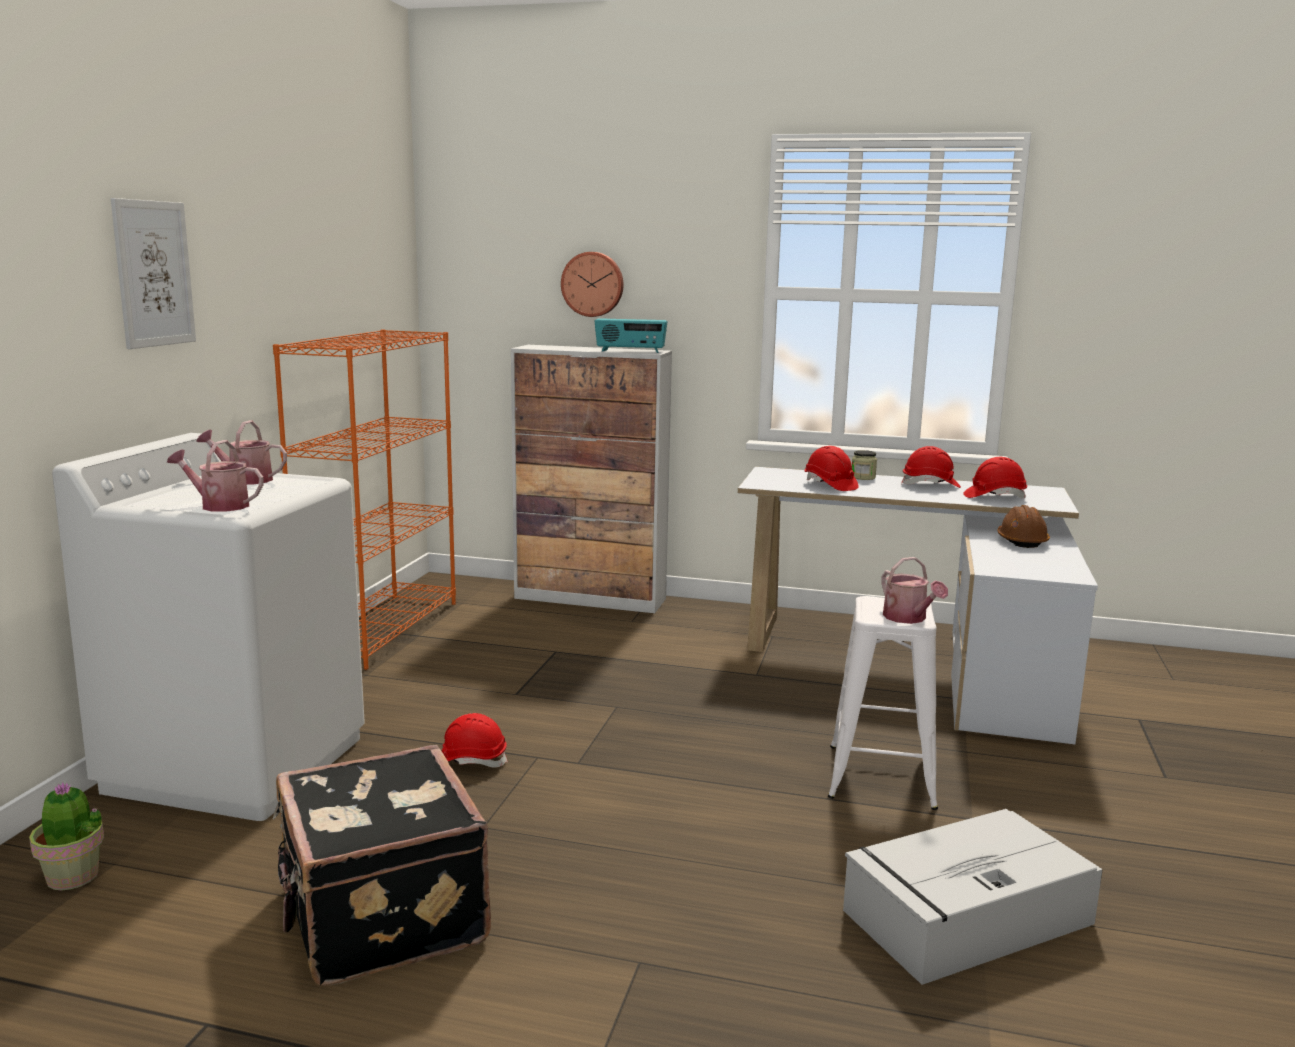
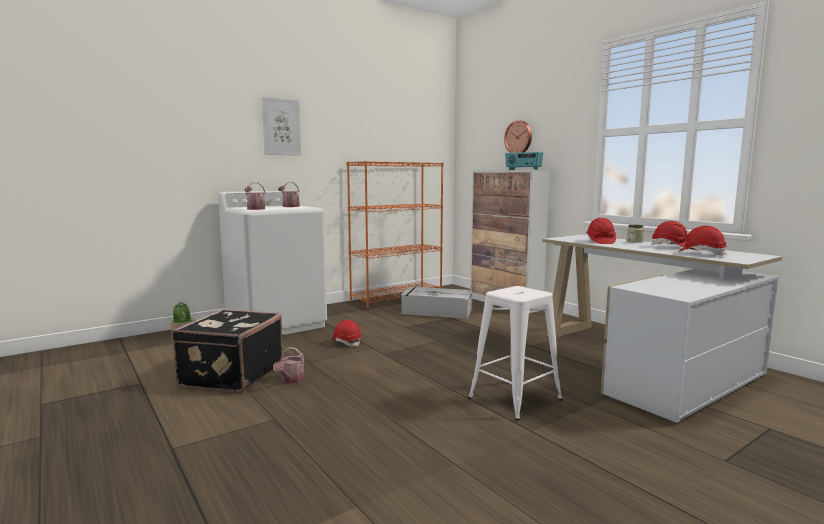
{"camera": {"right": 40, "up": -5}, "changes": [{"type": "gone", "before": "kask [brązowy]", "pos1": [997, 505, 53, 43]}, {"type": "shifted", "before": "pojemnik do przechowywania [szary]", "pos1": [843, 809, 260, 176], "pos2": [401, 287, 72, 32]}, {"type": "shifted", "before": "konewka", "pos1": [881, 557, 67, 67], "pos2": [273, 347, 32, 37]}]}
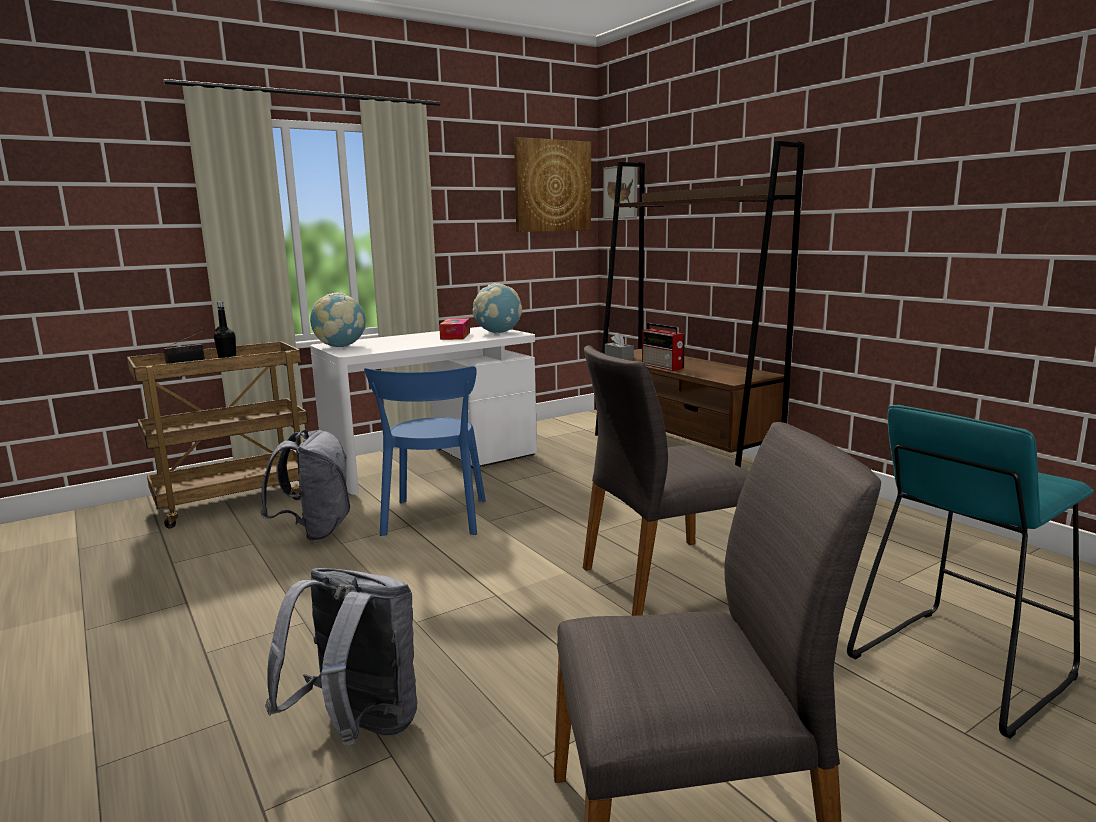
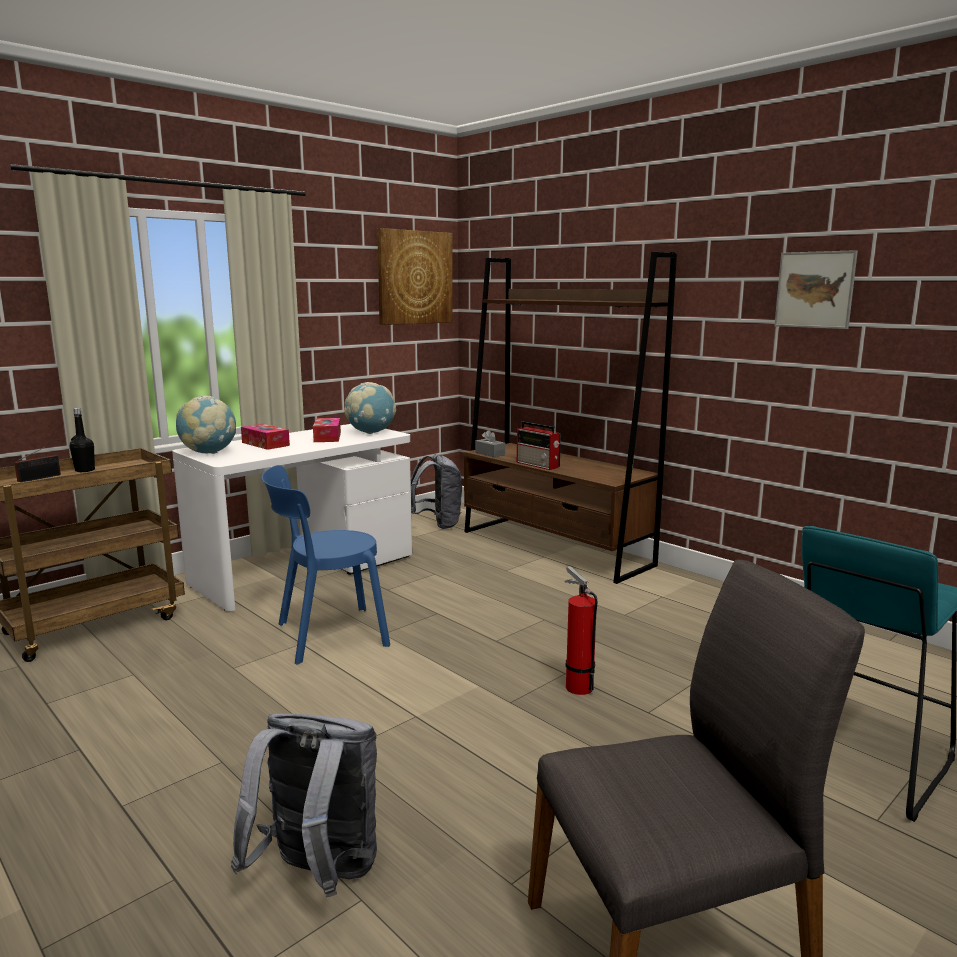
{"camera": {"right": -10, "up": 0}, "changes": [{"type": "new", "after": "pudełko chusteczek", "pos2": [241, 424, 49, 26]}, {"type": "shifted", "before": "plecak [szary]", "pos1": [261, 430, 89, 111], "pos2": [411, 454, 51, 75]}, {"type": "shifted", "before": "obraz", "pos1": [603, 166, 35, 53], "pos2": [774, 250, 84, 79]}, {"type": "swapped", "before": "krzesło [szary]", "after": "gaśnica", "pos1": [583, 345, 166, 271], "pos2": [565, 566, 32, 129]}, {"type": "rotated", "before": "krzesło [niebieski]", "pos1": [364, 366, 122, 170], "pos2": [261, 465, 129, 200], "turn": 75}]}
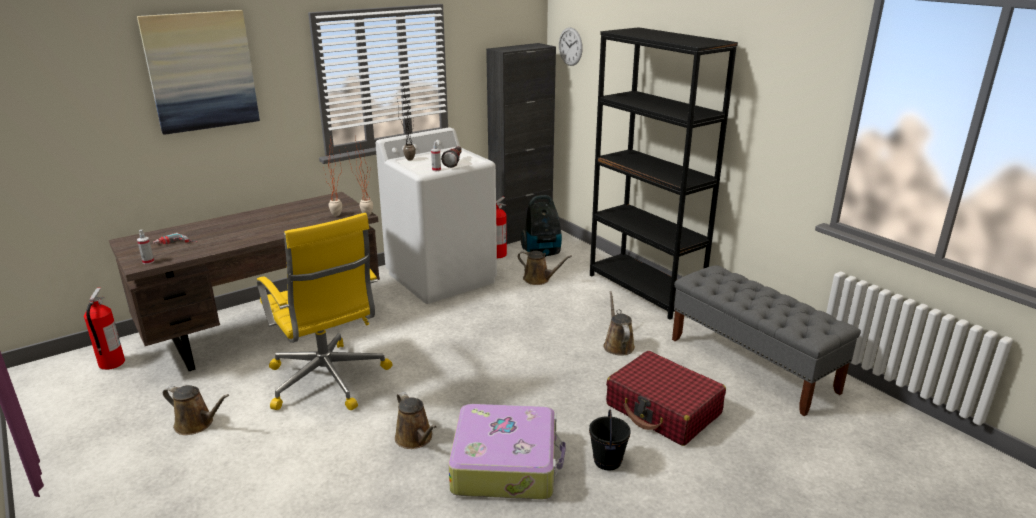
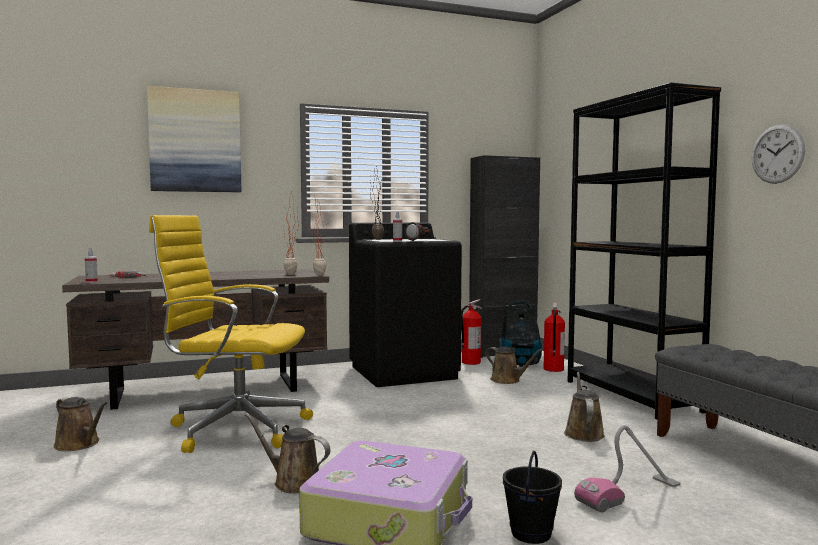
{"camera": {"right": 15, "up": -20}, "changes": [{"type": "shifted", "before": "gaśnica", "pos1": [84, 288, 41, 82], "pos2": [544, 302, 21, 70]}, {"type": "shifted", "before": "zegar ścienny", "pos1": [559, 27, 24, 39], "pos2": [752, 124, 53, 60]}, {"type": "swapped", "before": "walizka [czerwony]", "after": "odkurzacz", "pos1": [606, 351, 120, 95], "pos2": [574, 425, 106, 88]}, {"type": "repainted", "before": "pralka [biały]", "after": "pralka [czarny]", "pos1": [376, 127, 121, 177], "pos2": [349, 223, 113, 164]}, {"type": "rotated", "before": "krzesło biurowe [żółty]", "pos1": [257, 213, 136, 197], "pos2": [149, 215, 164, 238], "turn": 120}, {"type": "rotated", "before": "konewka [brązowy]", "pos1": [395, 392, 41, 57], "pos2": [245, 413, 86, 80], "turn": 135}]}
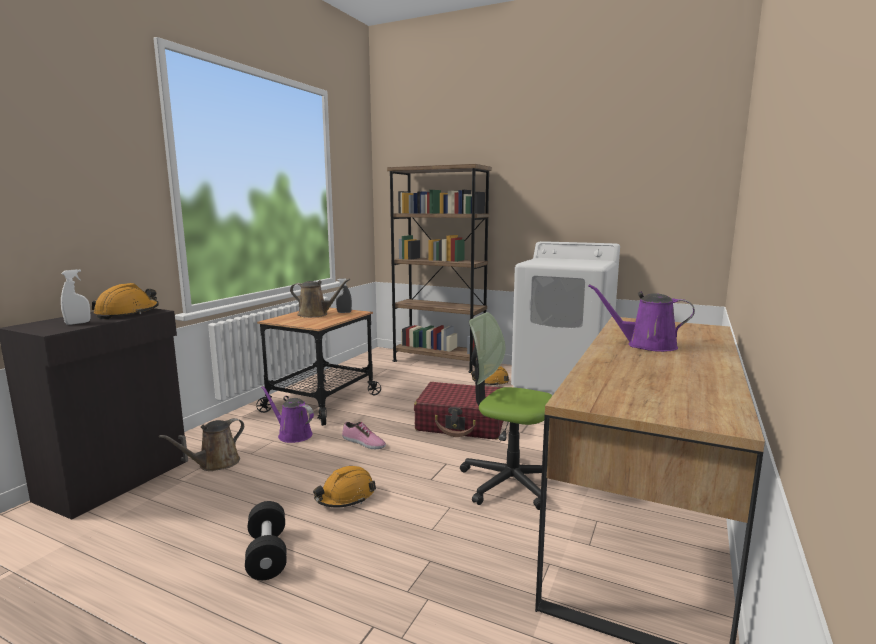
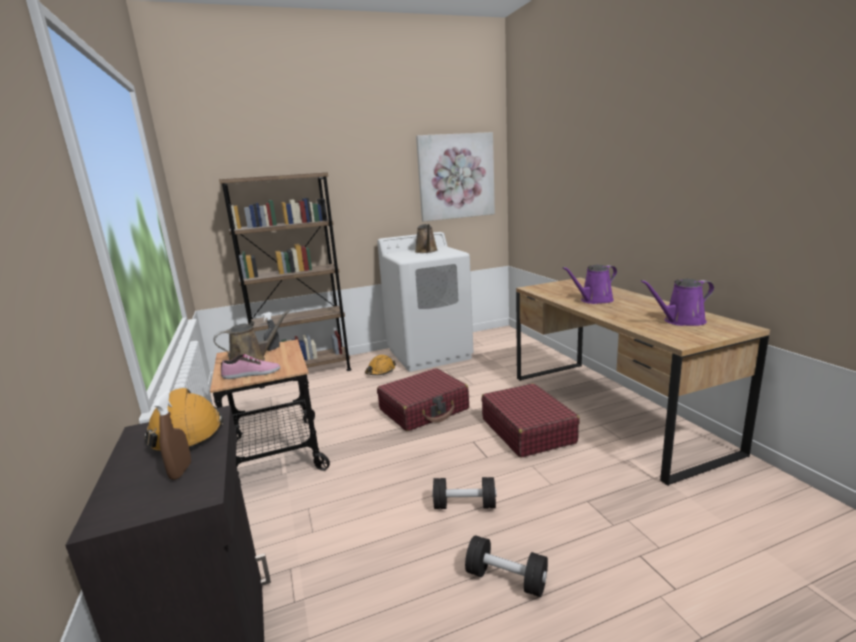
{"camera": {"right": -45, "up": 5}, "changes": [{"type": "new", "after": "obraz", "pos2": [416, 132, 79, 90]}, {"type": "shifted", "before": "konewka [brązowy]", "pos1": [159, 418, 85, 53], "pos2": [415, 224, 23, 29]}, {"type": "shifted", "before": "konewka [fioletowy]", "pos1": [261, 386, 53, 57], "pos2": [641, 279, 73, 47]}, {"type": "shifted", "before": "but", "pos1": [342, 422, 44, 27], "pos2": [221, 354, 59, 25]}, {"type": "swapped", "before": "kask [pomarańczowy]", "after": "hantel [czarny]", "pos1": [313, 466, 63, 42], "pos2": [432, 477, 65, 32]}, {"type": "swapped", "before": "krzesło biurowe", "after": "walizka [czerwony]", "pos1": [460, 312, 93, 198], "pos2": [481, 383, 99, 74]}, {"type": "repainted", "before": "spryskiwacz [biały]", "after": "spryskiwacz [brązowy]", "pos1": [61, 269, 30, 56], "pos2": [154, 390, 37, 90]}]}
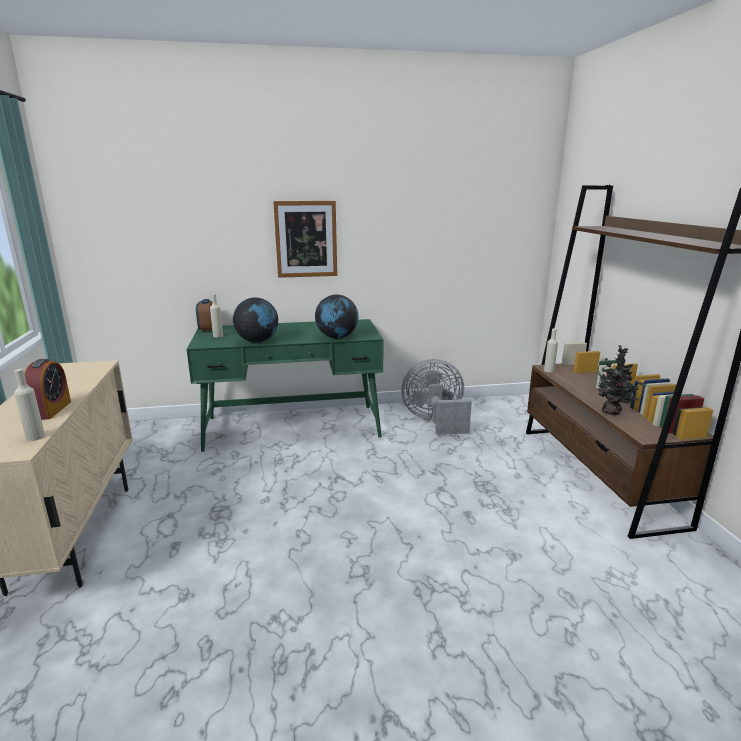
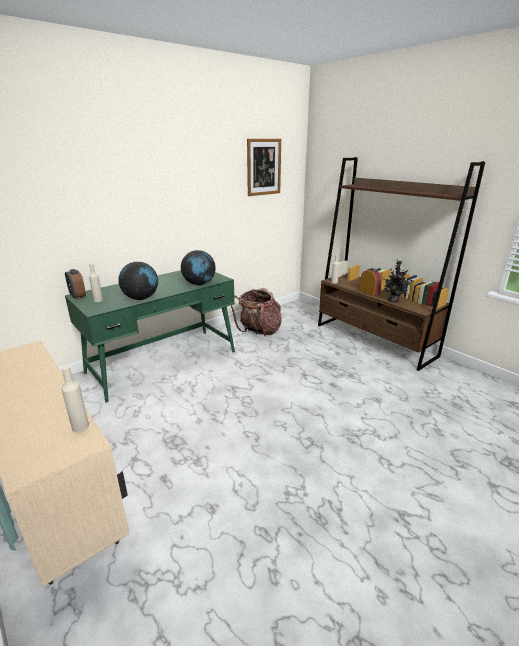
{"camera": {"right": -30, "up": 5}, "changes": [{"type": "shifted", "before": "budzik", "pos1": [24, 359, 47, 60], "pos2": [359, 268, 23, 29]}, {"type": "shifted", "before": "obraz", "pos1": [273, 201, 64, 77], "pos2": [247, 139, 34, 57]}, {"type": "swapped", "before": "wentylator [szary]", "after": "plecak", "pos1": [401, 359, 71, 76], "pos2": [231, 288, 51, 48]}]}
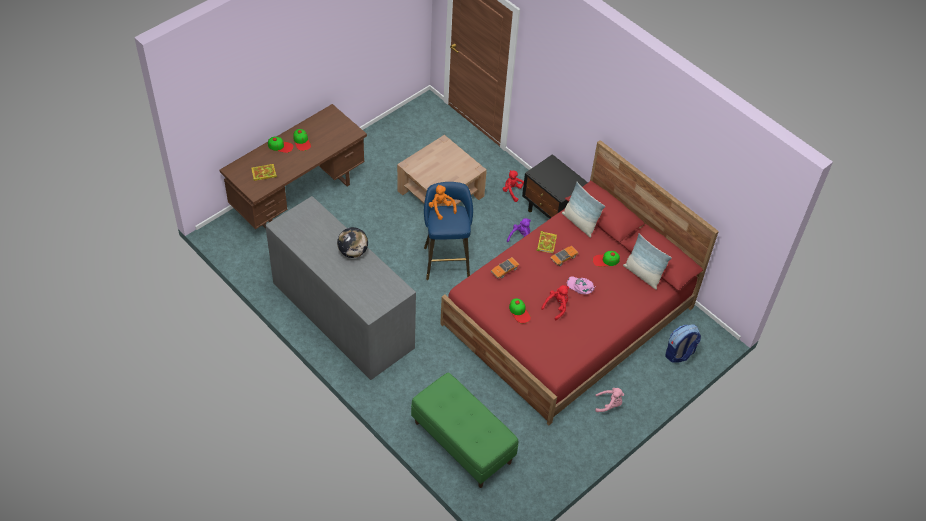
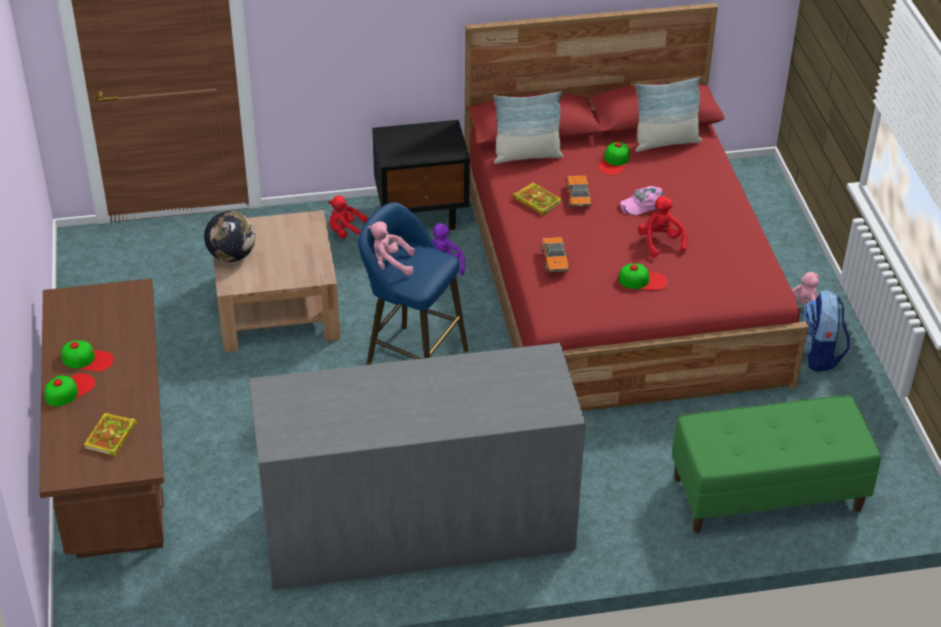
{"camera": {"right": -55, "up": -10}, "changes": [{"type": "shifted", "before": "globus", "pos1": [337, 227, 31, 31], "pos2": [204, 211, 51, 51]}, {"type": "shifted", "before": "plecak", "pos1": [665, 324, 36, 39], "pos2": [804, 290, 46, 82]}, {"type": "repainted", "before": "pluszak [pomarańczowy]", "after": "pluszak [różowy]", "pos1": [429, 185, 28, 35], "pos2": [368, 221, 47, 55]}]}
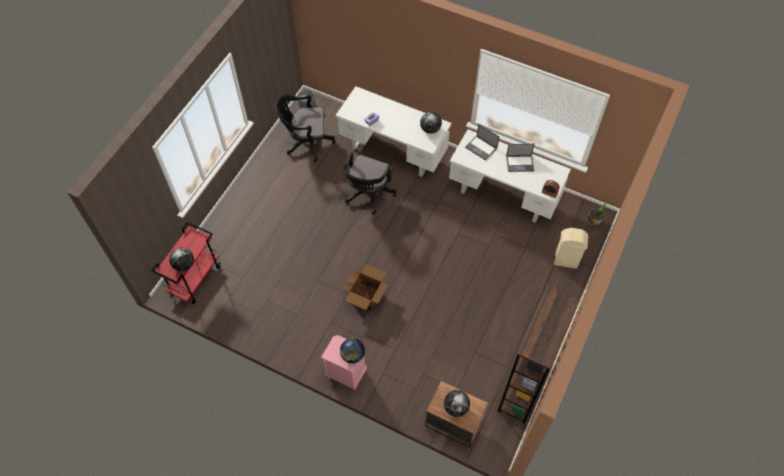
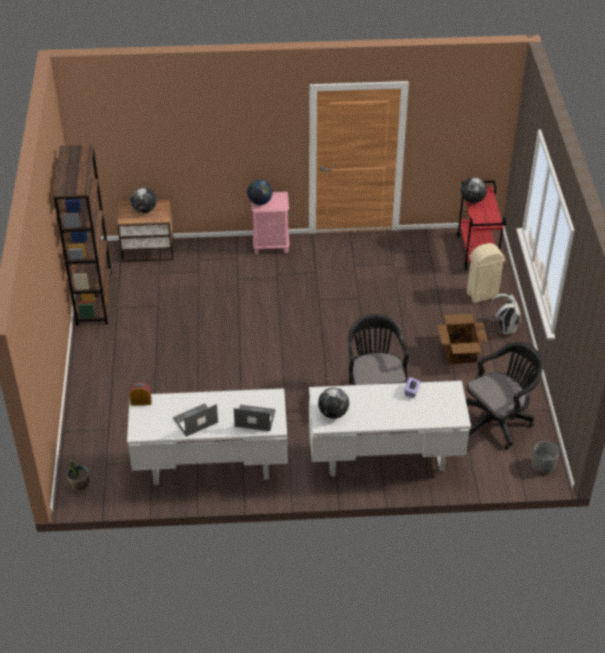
{"camera": {"right": 150, "up": -15}, "changes": [{"type": "new", "after": "plecak [biały]", "pos2": [489, 294, 32, 40]}, {"type": "shifted", "before": "karton", "pos1": [343, 264, 45, 47], "pos2": [437, 314, 51, 50]}, {"type": "shifted", "before": "kosz na śmieci [beżowy]", "pos1": [554, 228, 34, 41], "pos2": [467, 243, 38, 60]}]}
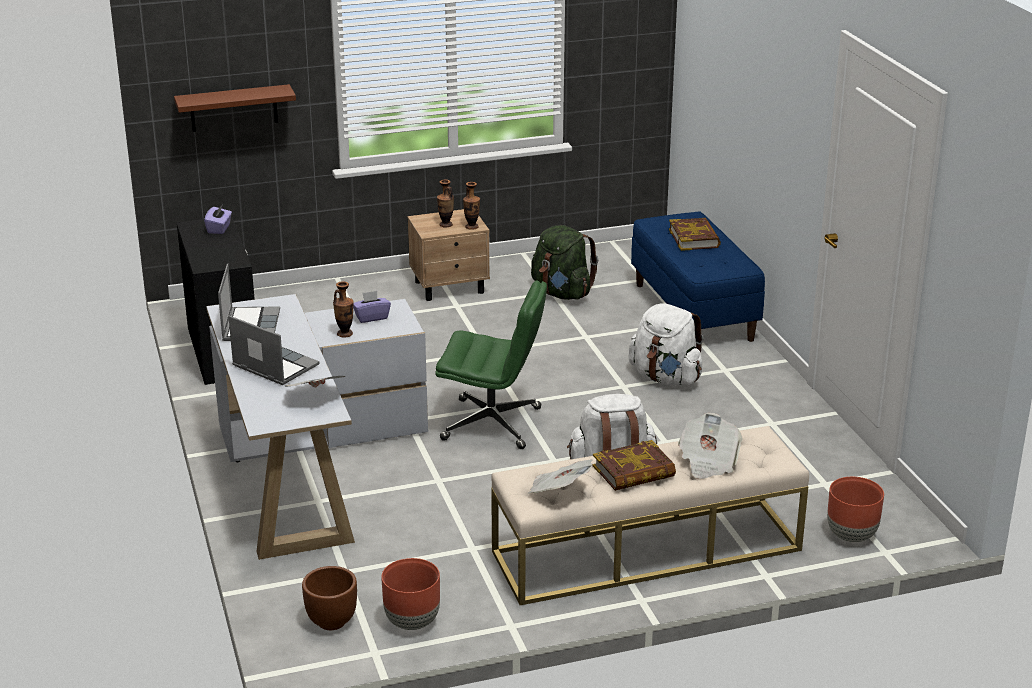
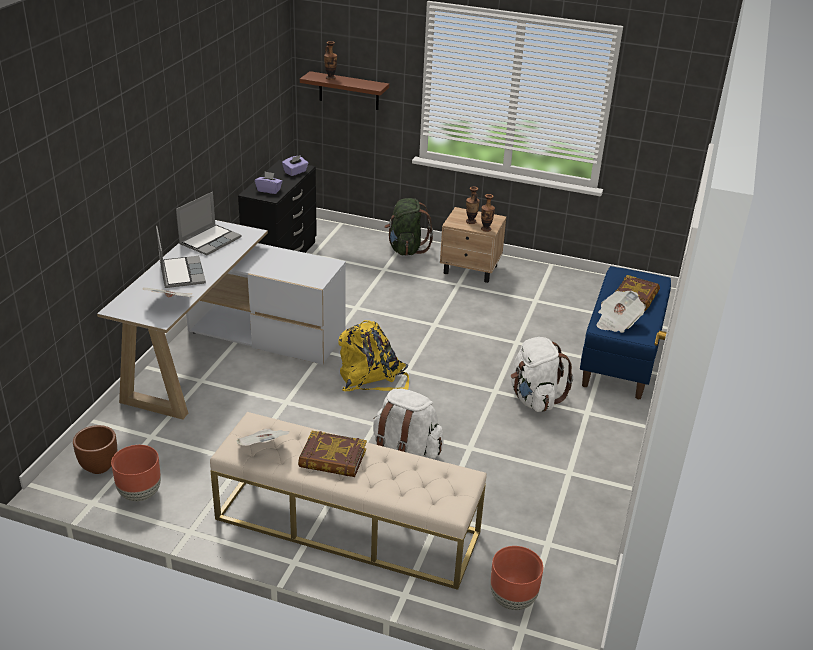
{"camera": {"right": 35, "up": 5}, "changes": [{"type": "shifted", "before": "wazon", "pos1": [333, 282, 21, 56], "pos2": [324, 41, 13, 39]}, {"type": "shifted", "before": "pudełko chusteczek [fioletowy]", "pos1": [353, 291, 38, 32], "pos2": [255, 171, 28, 23]}, {"type": "shifted", "before": "plecak [zielony]", "pos1": [531, 225, 67, 75], "pos2": [384, 198, 49, 58]}, {"type": "shifted", "before": "gazeta", "pos1": [678, 413, 65, 66], "pos2": [596, 291, 49, 42]}, {"type": "swapped", "before": "krzesło biurowe [zielony]", "after": "plecak [żółty]", "pos1": [435, 281, 112, 168], "pos2": [338, 320, 71, 71]}]}
